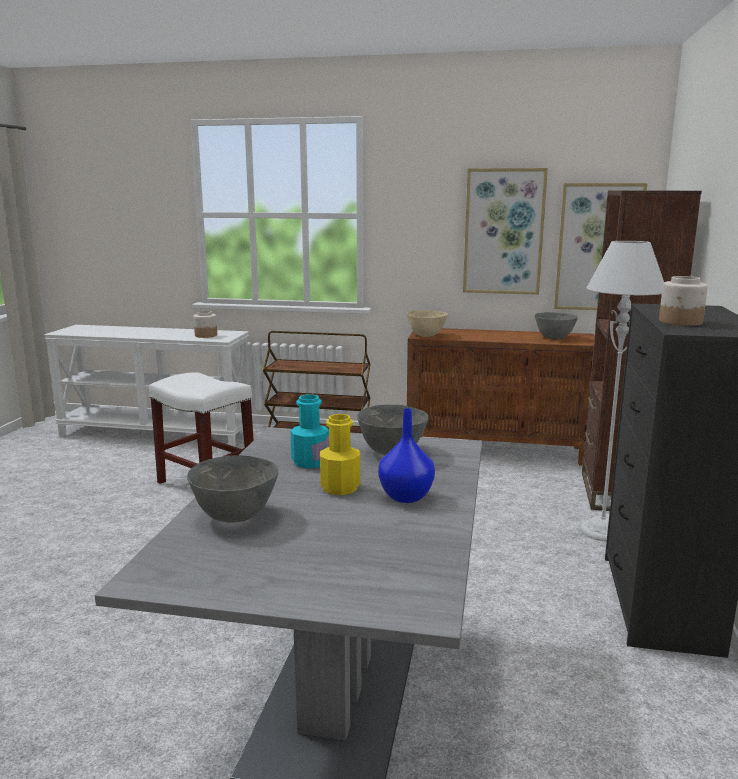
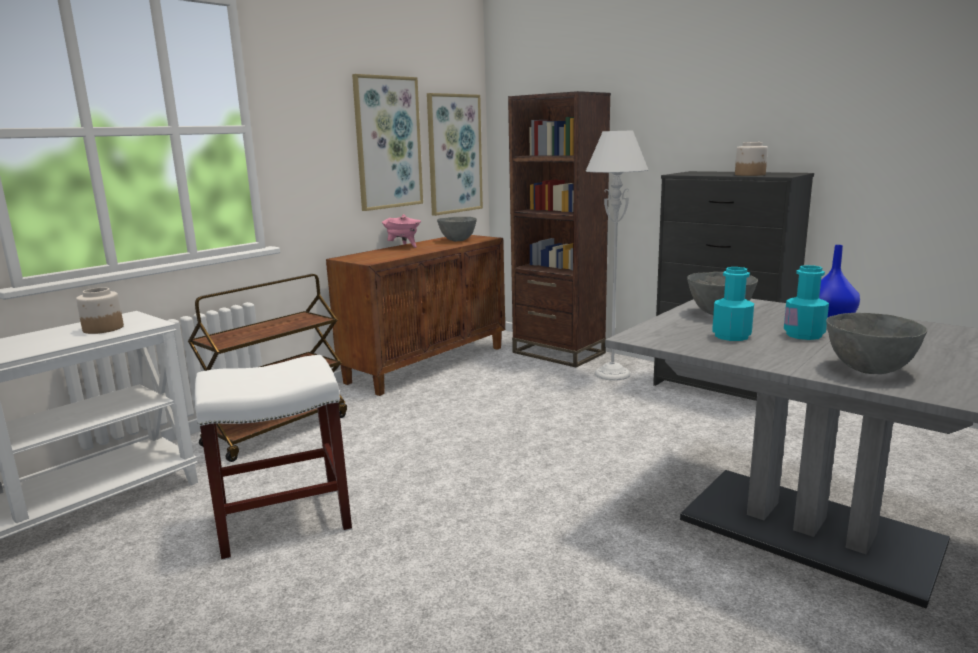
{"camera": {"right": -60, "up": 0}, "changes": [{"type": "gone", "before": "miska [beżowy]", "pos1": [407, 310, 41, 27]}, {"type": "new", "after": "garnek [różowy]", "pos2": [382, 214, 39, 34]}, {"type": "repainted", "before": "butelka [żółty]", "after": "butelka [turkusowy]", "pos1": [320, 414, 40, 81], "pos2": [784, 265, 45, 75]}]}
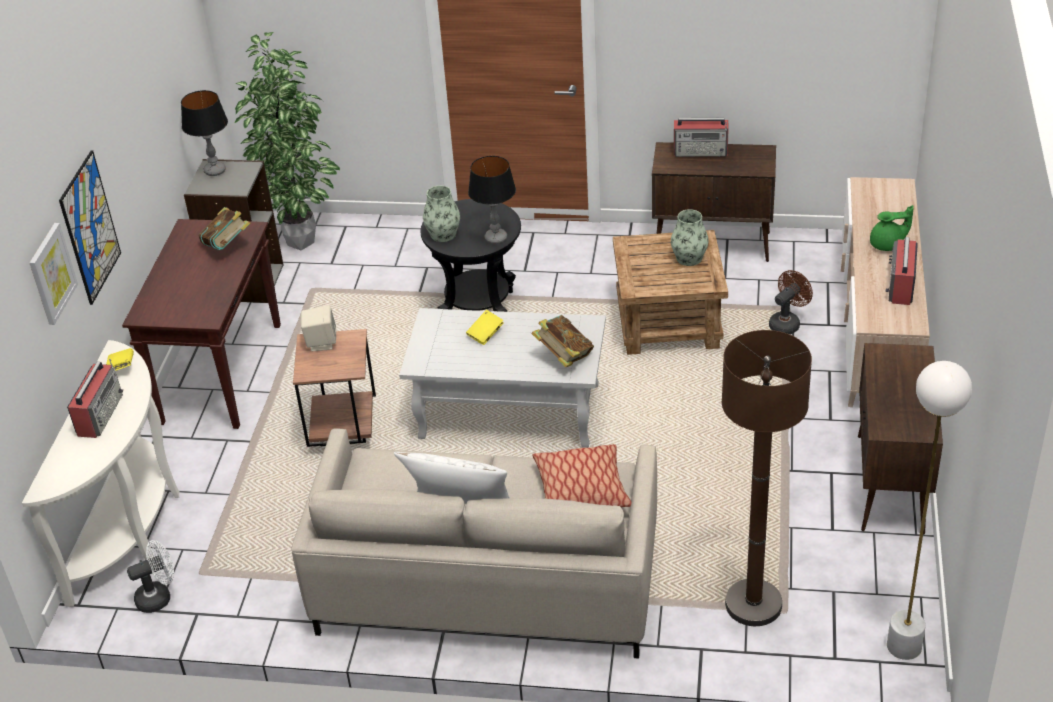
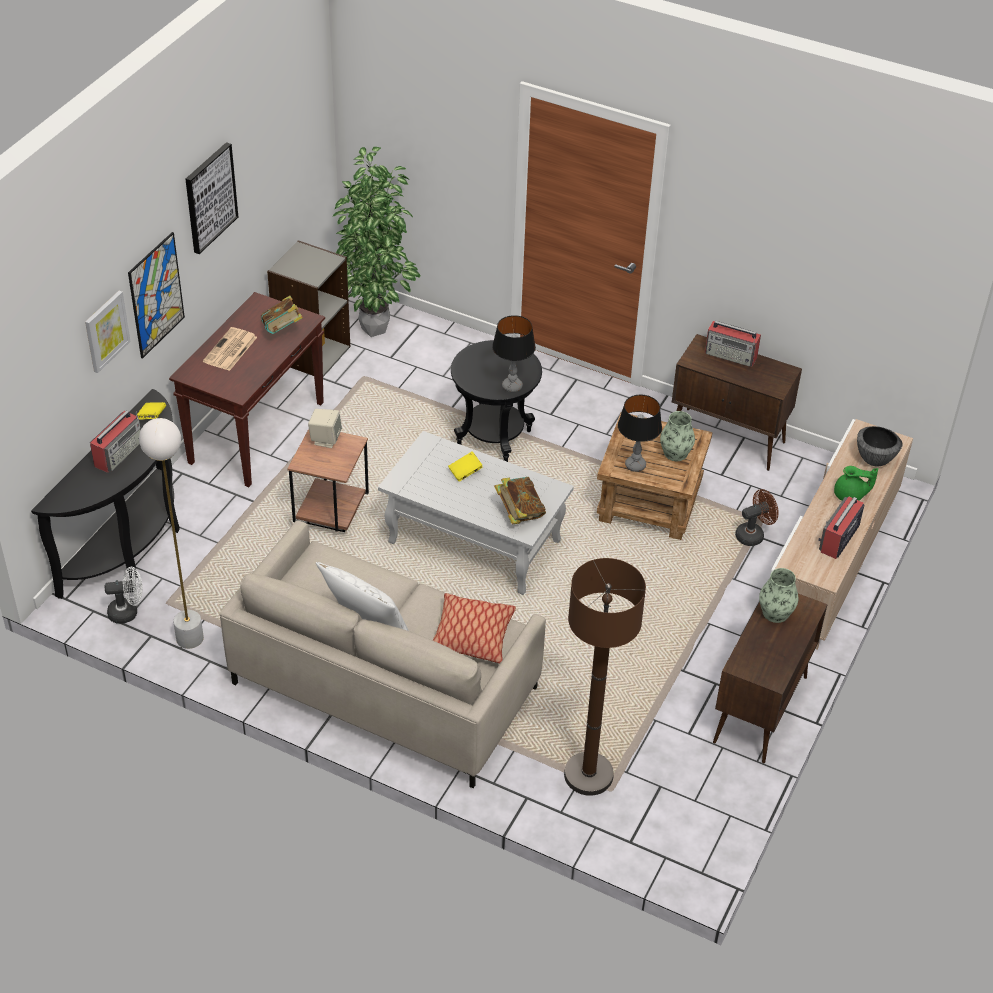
{"camera": {"right": 15, "up": 5}, "changes": [{"type": "new", "after": "obraz", "pos2": [186, 142, 52, 112]}, {"type": "new", "after": "gazeta", "pos2": [203, 327, 54, 44]}, {"type": "new", "after": "miska", "pos2": [857, 426, 46, 40]}, {"type": "shifted", "before": "lampa stołowa", "pos1": [181, 90, 47, 86], "pos2": [618, 395, 44, 77]}, {"type": "shifted", "before": "wazon", "pos1": [423, 186, 37, 56], "pos2": [759, 568, 40, 55]}, {"type": "shifted", "before": "lampa stojąca [biały]", "pos1": [887, 361, 85, 299], "pos2": [139, 418, 65, 231]}, {"type": "repainted", "before": "stolik konsolowy [biały]", "after": "stolik konsolowy [czarny]", "pos1": [22, 340, 157, 267], "pos2": [31, 389, 149, 210]}]}
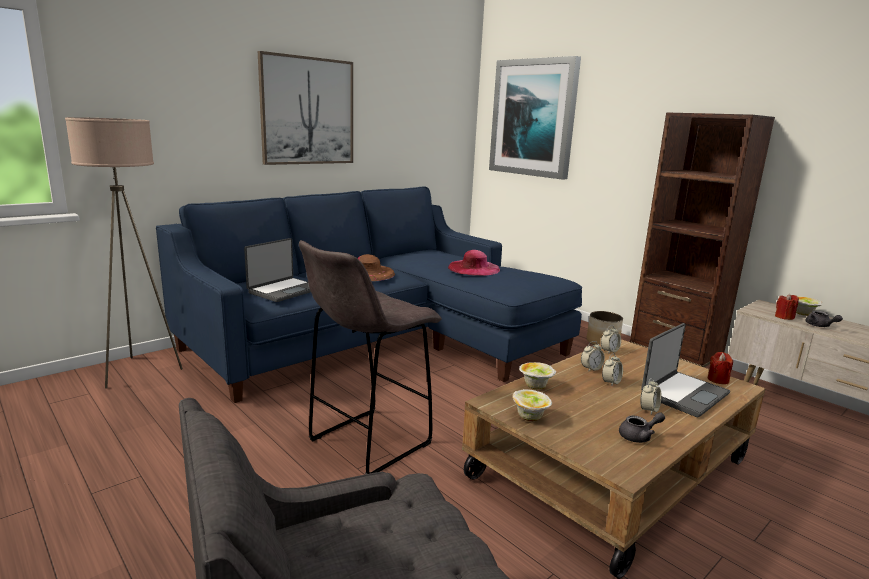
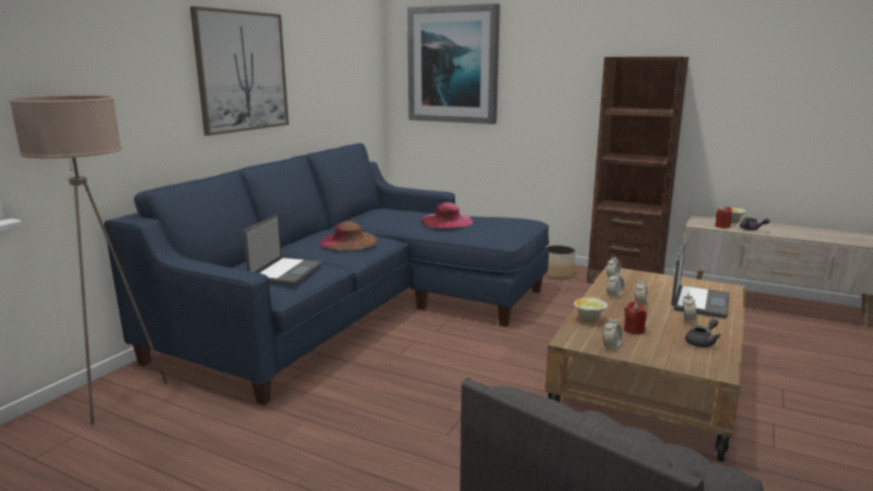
{"camera": {"right": -20, "up": 0}, "changes": [{"type": "gone", "before": "stołek [szary]", "pos1": [299, 240, 143, 234]}, {"type": "shifted", "before": "świeca [czerwony]", "pos1": [708, 352, 25, 32], "pos2": [624, 301, 23, 33]}, {"type": "swapped", "before": "miska", "after": "budzik", "pos1": [513, 389, 39, 32], "pos2": [603, 316, 19, 34]}]}
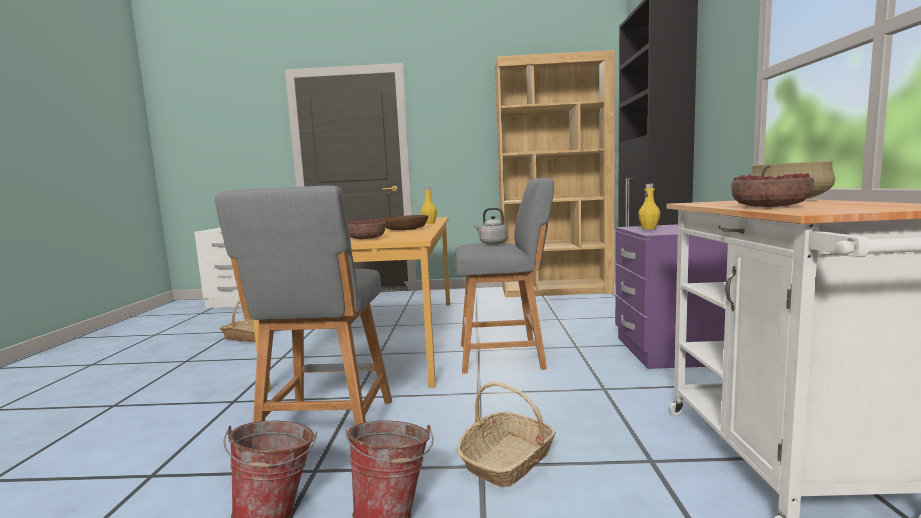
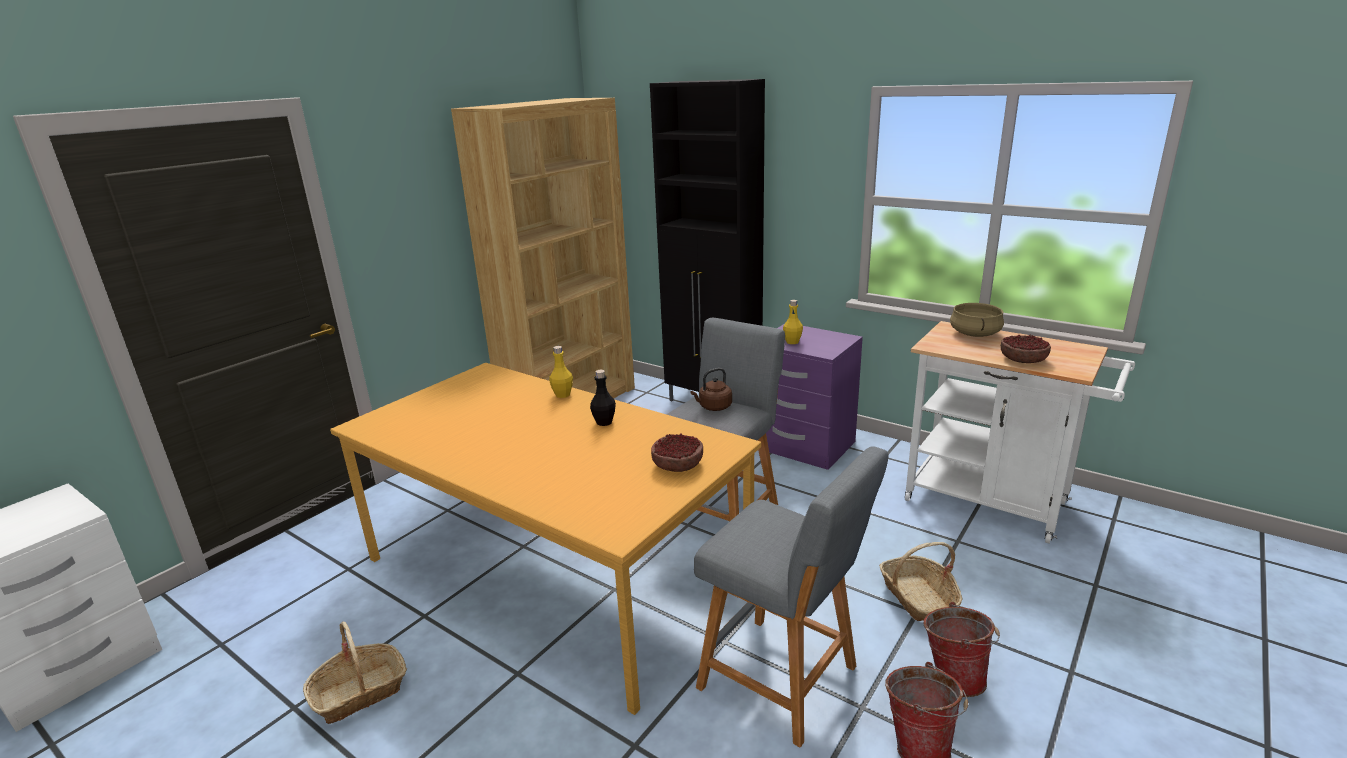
{"camera": {"right": -55, "up": 15}, "changes": [{"type": "swapped", "before": "miska [brązowy]", "after": "butelka [czarny]", "pos1": [380, 215, 48, 15], "pos2": [590, 370, 26, 56]}, {"type": "repainted", "before": "czajnik [szary]", "after": "czajnik [brązowy]", "pos1": [474, 208, 34, 36], "pos2": [690, 368, 42, 43]}]}
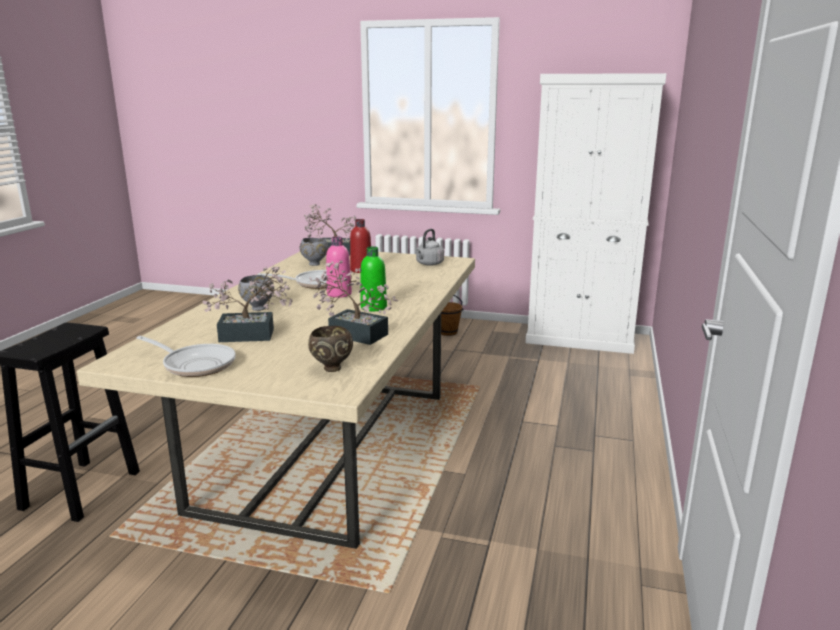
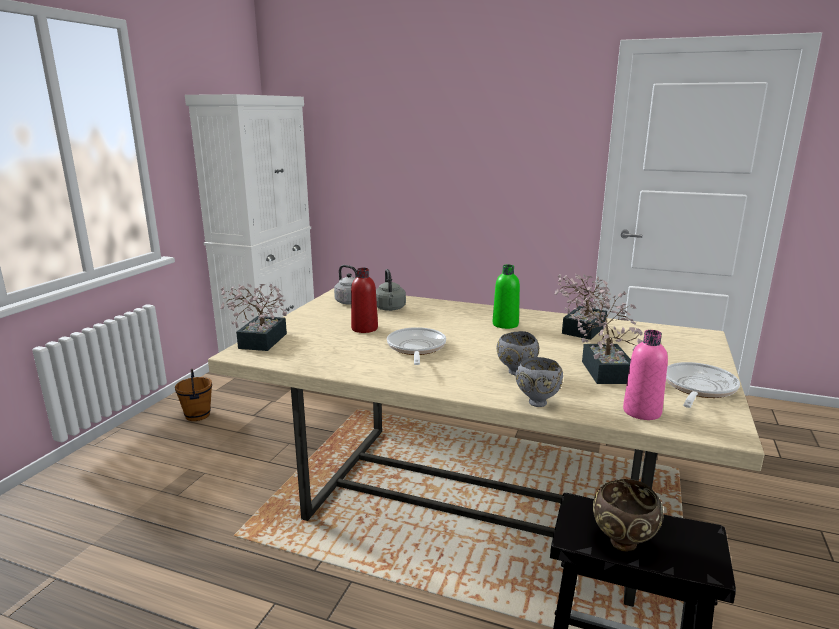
{"camera": {"right": -85, "up": 0}, "changes": [{"type": "new", "after": "czajnik [szary]", "pos2": [376, 269, 30, 42]}, {"type": "shifted", "before": "miska [szary]", "pos1": [300, 238, 29, 28], "pos2": [516, 357, 47, 50]}, {"type": "shifted", "before": "miska [brązowy]", "pos1": [308, 326, 45, 46], "pos2": [593, 479, 71, 73]}, {"type": "shifted", "before": "butelka [różowy]", "pos1": [326, 236, 26, 62], "pos2": [623, 330, 45, 90]}]}
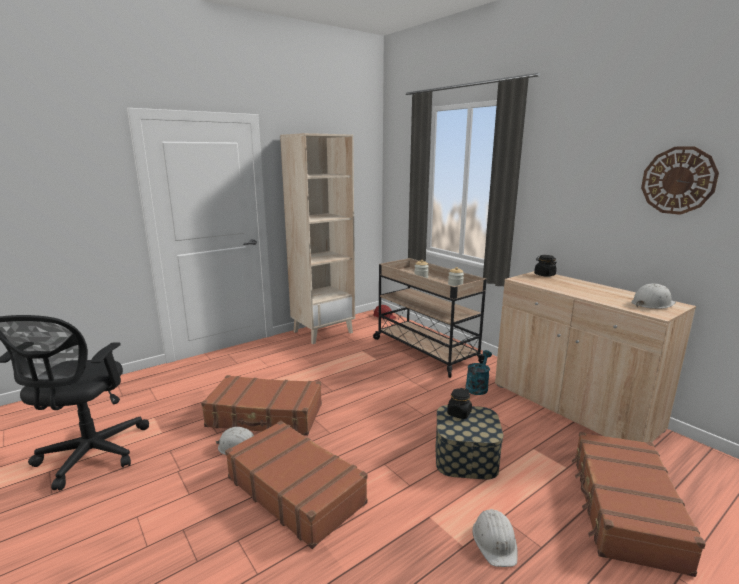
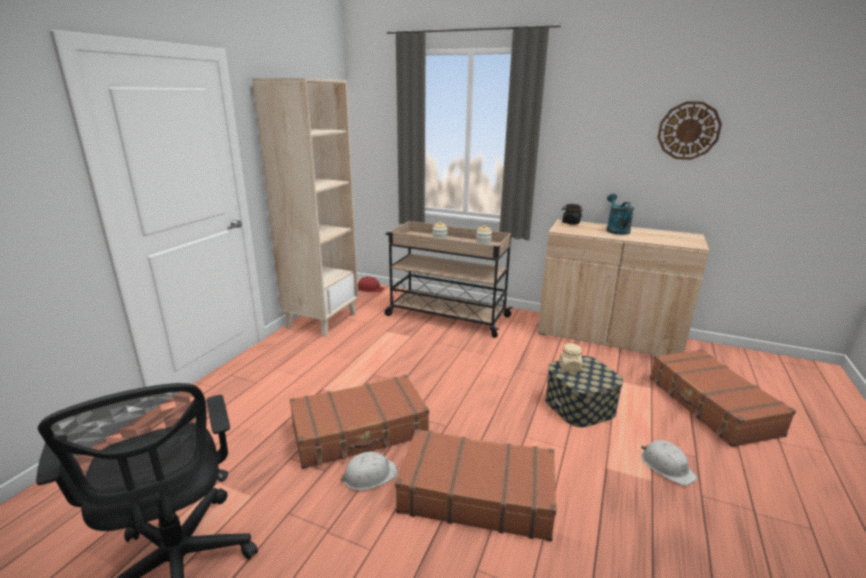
{"camera": {"right": -30, "up": 5}, "changes": [{"type": "gone", "before": "kask [biały]", "pos1": [631, 283, 45, 26]}, {"type": "shifted", "before": "konewka [turkusowy]", "pos1": [465, 350, 27, 45], "pos2": [606, 194, 28, 41]}, {"type": "repainted", "before": "słoik [czarny]", "after": "słoik [beżowy]", "pos1": [447, 388, 25, 31], "pos2": [559, 343, 24, 29]}]}
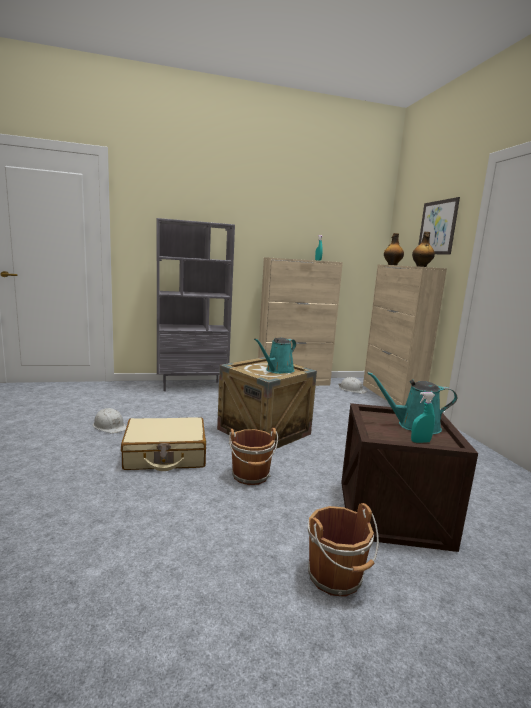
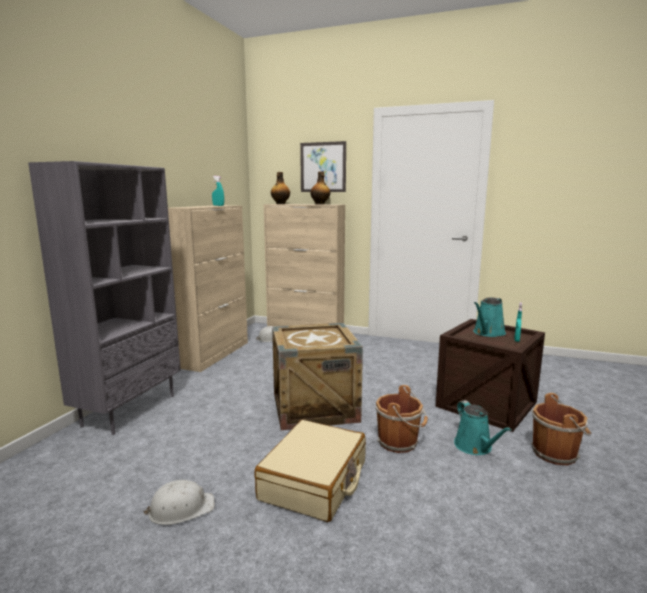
{"camera": {"right": -55, "up": 0}, "changes": [{"type": "shifted", "before": "konewka [turkusowy]", "pos1": [254, 338, 42, 36], "pos2": [454, 400, 58, 55]}]}
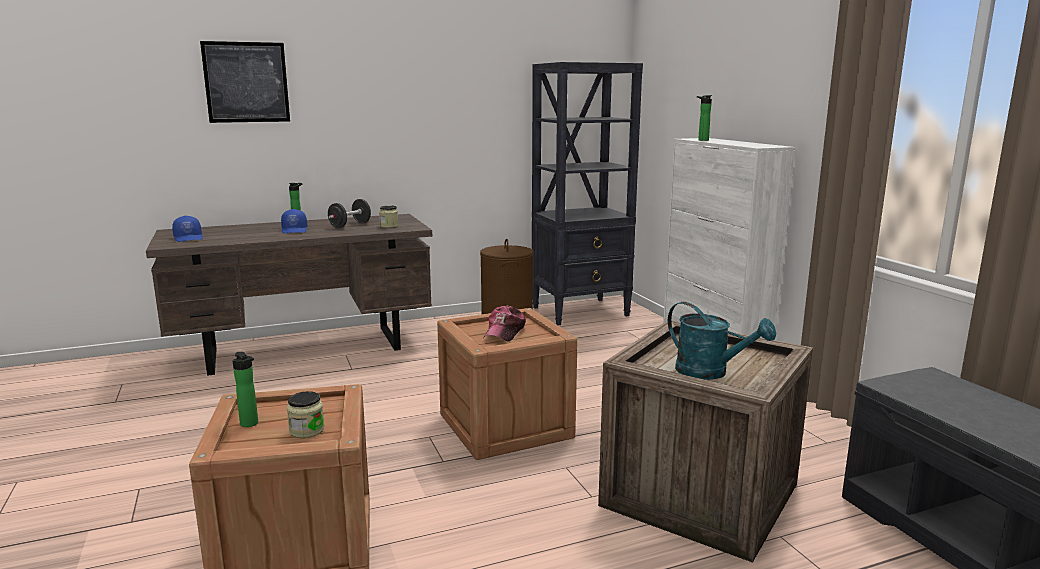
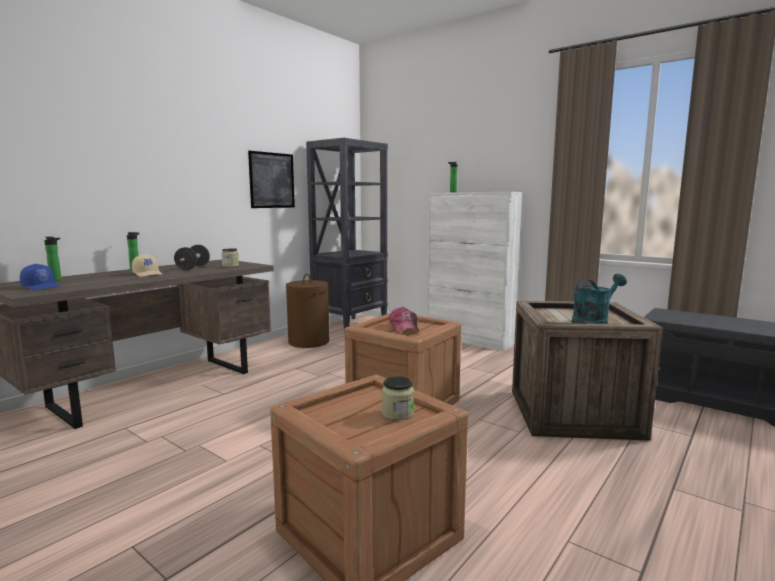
{"camera": {"right": -30, "up": -5}, "changes": [{"type": "shifted", "before": "obraz", "pos1": [200, 41, 90, 82], "pos2": [248, 151, 47, 57]}, {"type": "shifted", "before": "butelka", "pos1": [232, 352, 26, 75], "pos2": [44, 237, 18, 44]}, {"type": "repainted", "before": "czapka z daszkiem [niebieski]", "after": "czapka z daszkiem [beżowy]", "pos1": [281, 209, 26, 25], "pos2": [132, 254, 30, 23]}, {"type": "rotated", "before": "konewka [turkusowy]", "pos1": [668, 302, 108, 78], "pos2": [572, 274, 55, 50], "turn": -45}]}
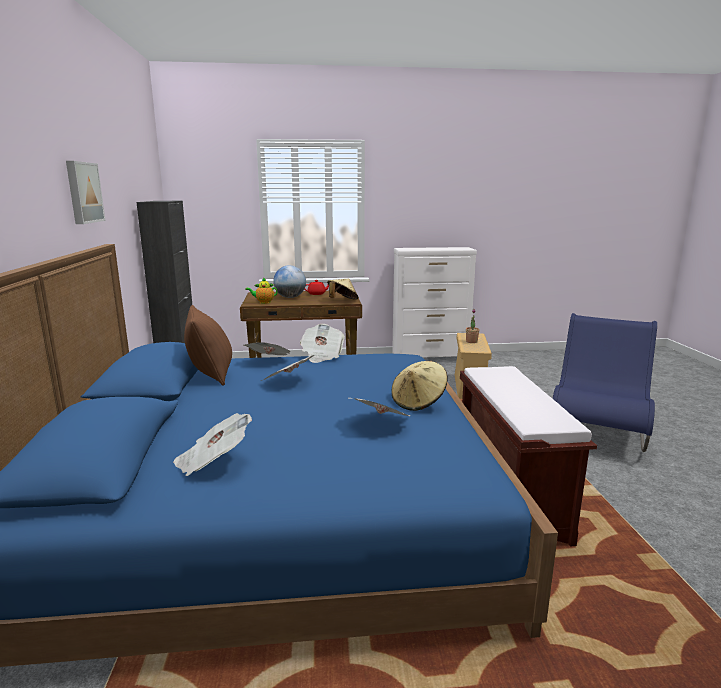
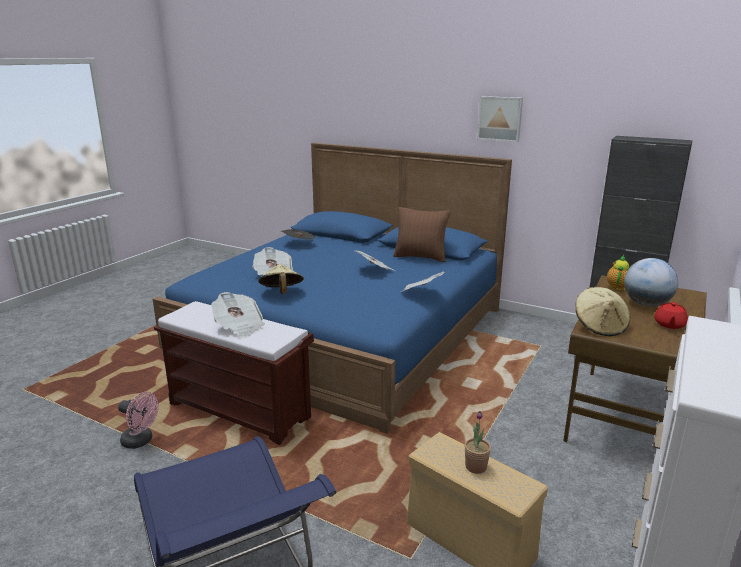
{"camera": {"right": 125, "up": 5}, "changes": [{"type": "new", "after": "wentylator [różowy]", "pos2": [118, 392, 41, 57]}, {"type": "shifted", "before": "gazeta", "pos1": [244, 342, 47, 13], "pos2": [211, 292, 54, 46]}]}
